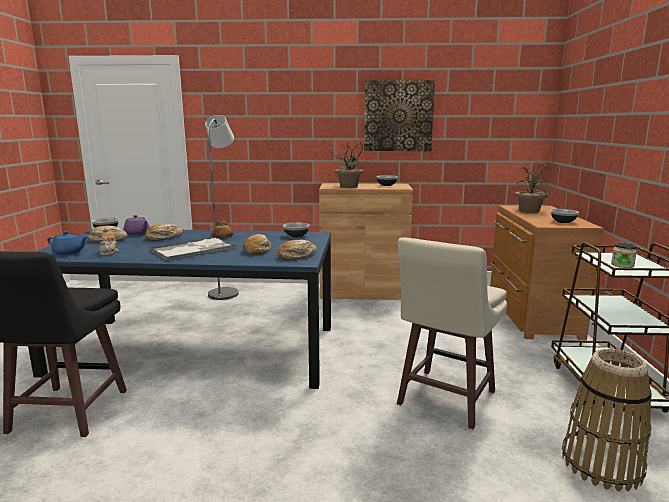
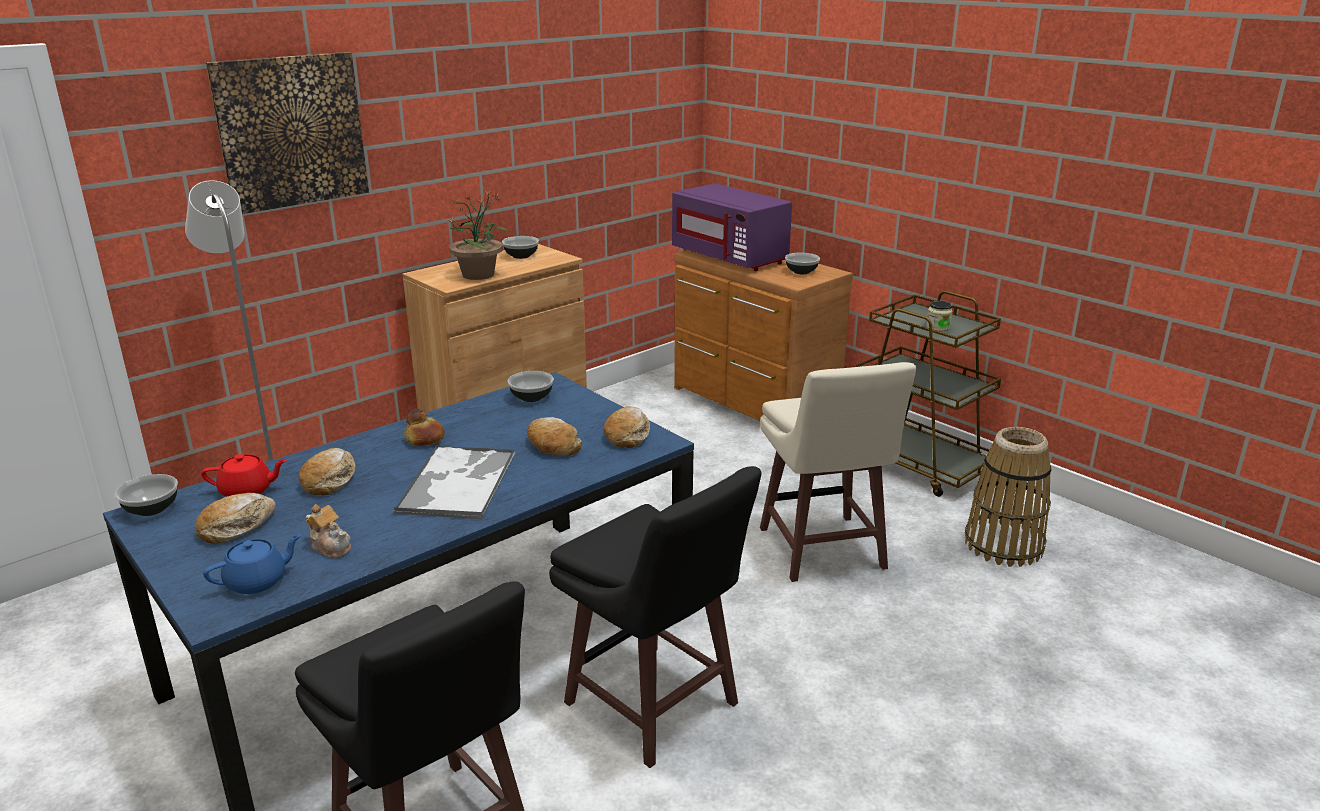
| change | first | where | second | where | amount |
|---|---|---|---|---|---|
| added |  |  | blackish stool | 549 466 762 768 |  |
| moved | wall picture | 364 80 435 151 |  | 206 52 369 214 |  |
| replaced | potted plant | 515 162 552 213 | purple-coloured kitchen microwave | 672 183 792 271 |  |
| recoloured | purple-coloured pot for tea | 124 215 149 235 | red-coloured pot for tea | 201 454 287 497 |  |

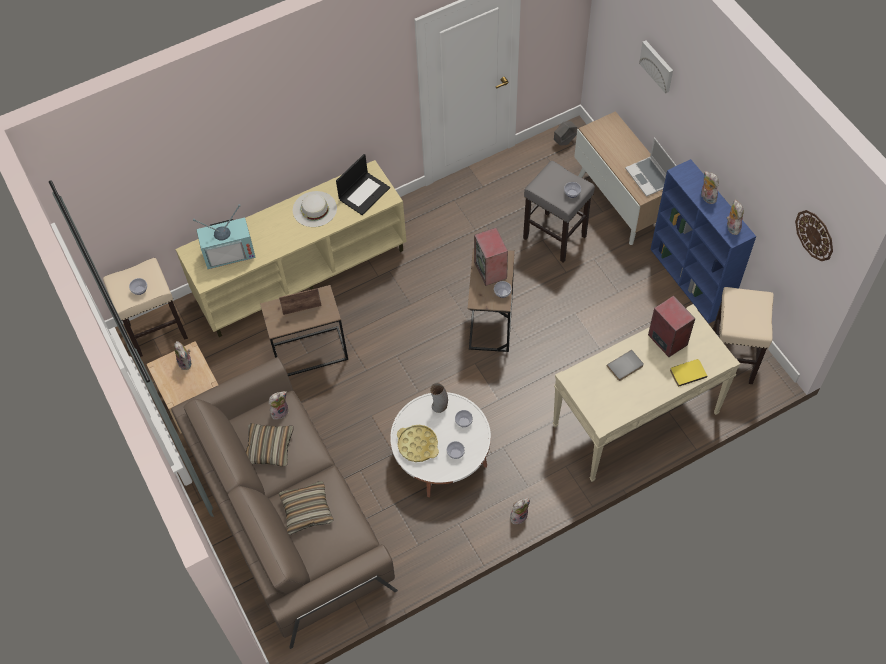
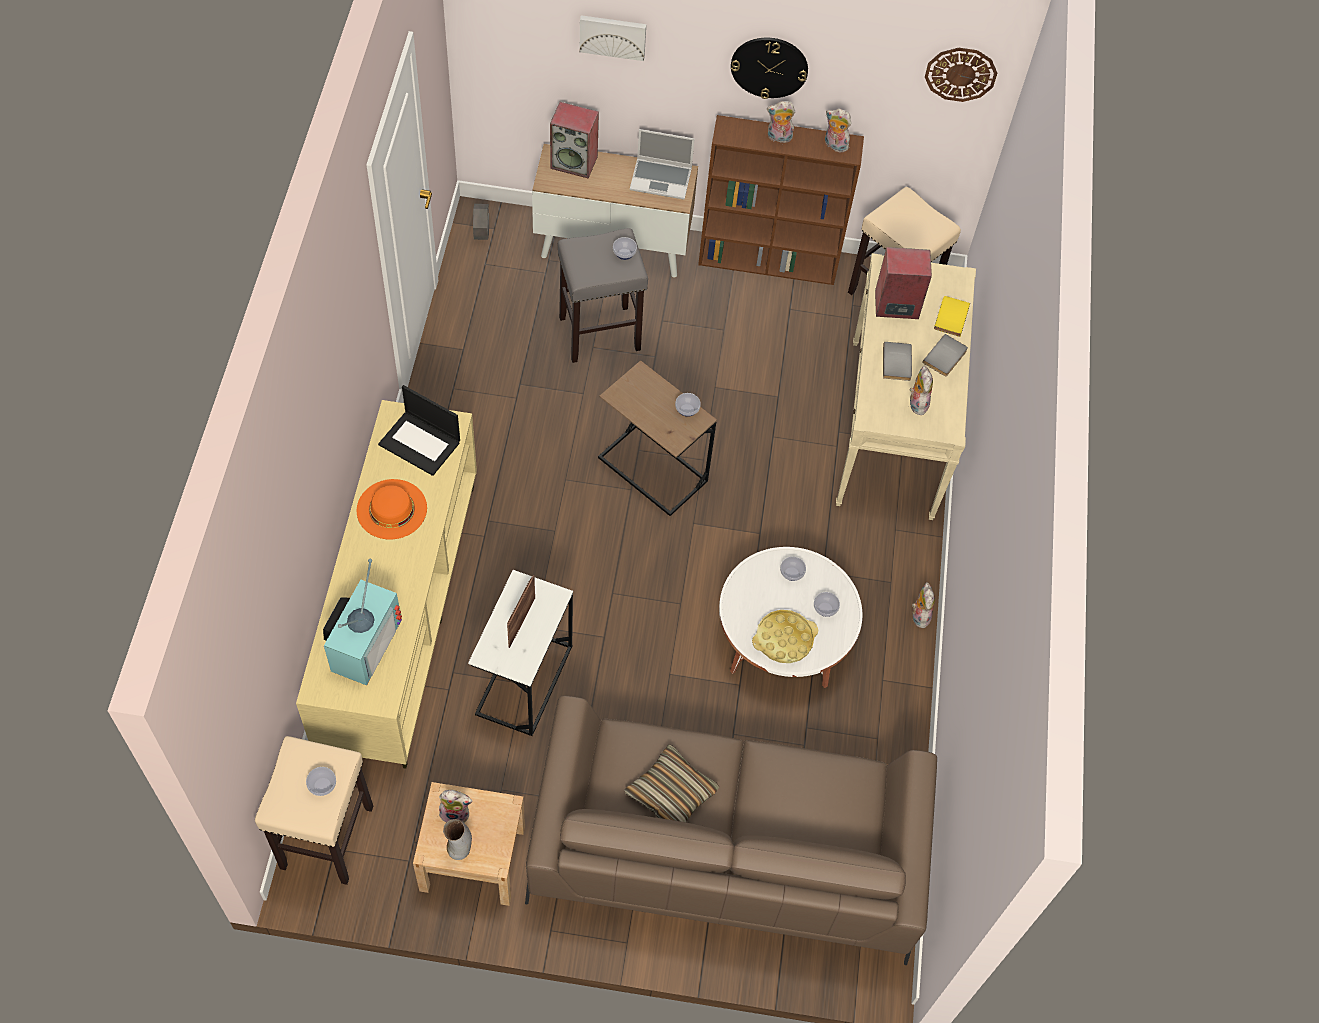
| change | first | where | second | where | amount |
|---|---|---|---|---|---|
| removed | cushion | 279 481 334 535 |  |  |  |
| added |  |  | clock on the wall | 731 38 808 99 |  |
| added |  |  | greyish bound book | 923 334 968 376 |  |
| moved | soft toy | 269 391 289 420 |  | 910 365 933 415 |  |
| moved | decorative vase | 430 383 448 413 |  | 443 819 472 860 |  |
| moved | audio speaker | 474 228 508 286 |  | 550 102 599 179 |  |
| recoloured | brownish end table | 260 285 348 376 | whitish end table | 468 570 573 736 |  |
| recoloured | whitish hat | 293 191 337 227 | orange-coloured hat | 356 479 427 539 |  |
| recoloured | blue shelving unit | 650 159 756 323 | brownish shelving unit | 698 115 864 285 |  |
| turned | notebook computer | 336 154 390 215 |  | 378 385 460 476 | 135 degrees clockwise |

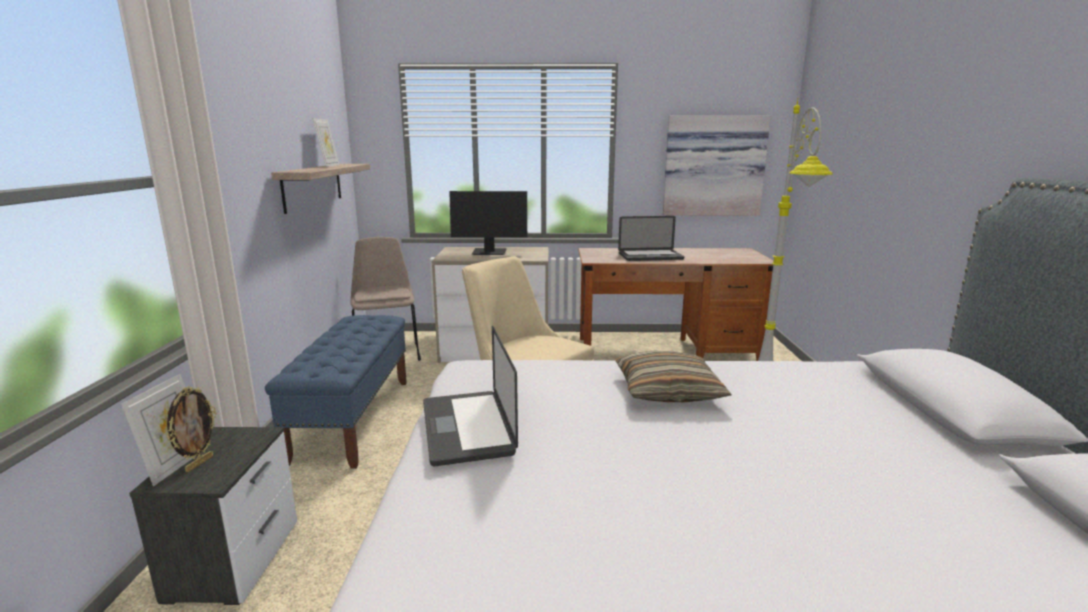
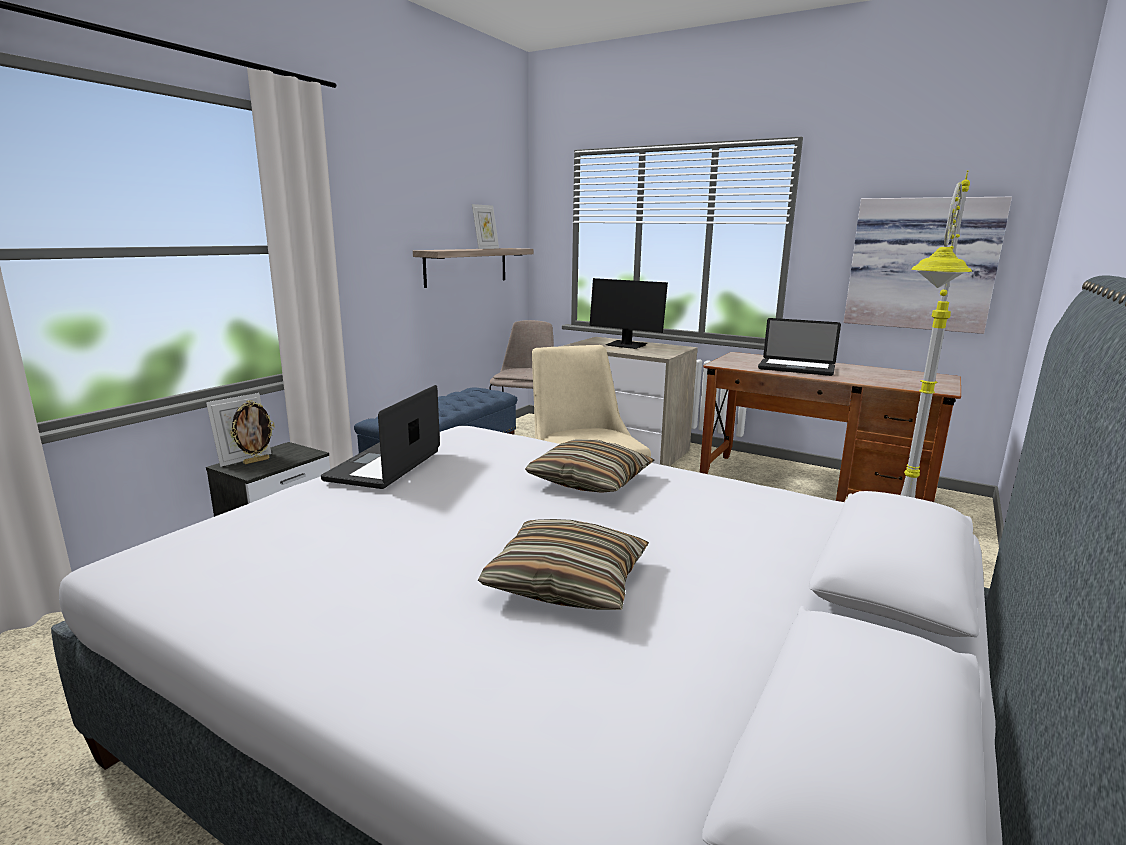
| change | first | where | second | where | amount |
|---|---|---|---|---|---|
| added |  |  | cushion | 478 519 649 610 |  |

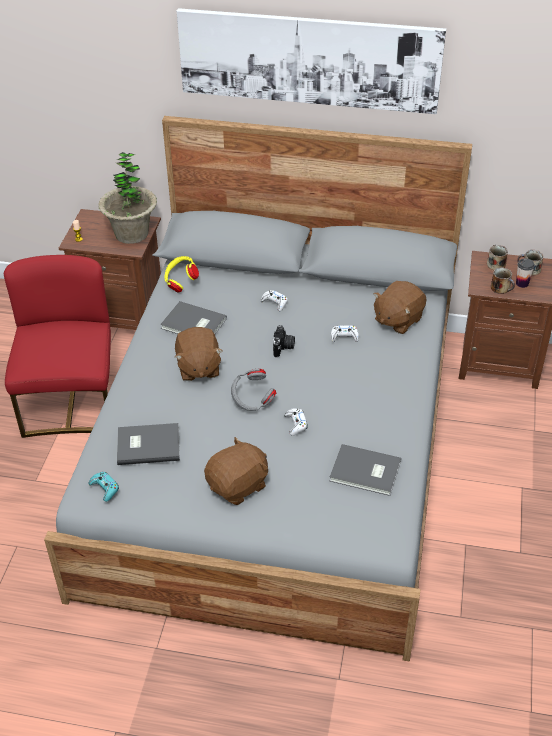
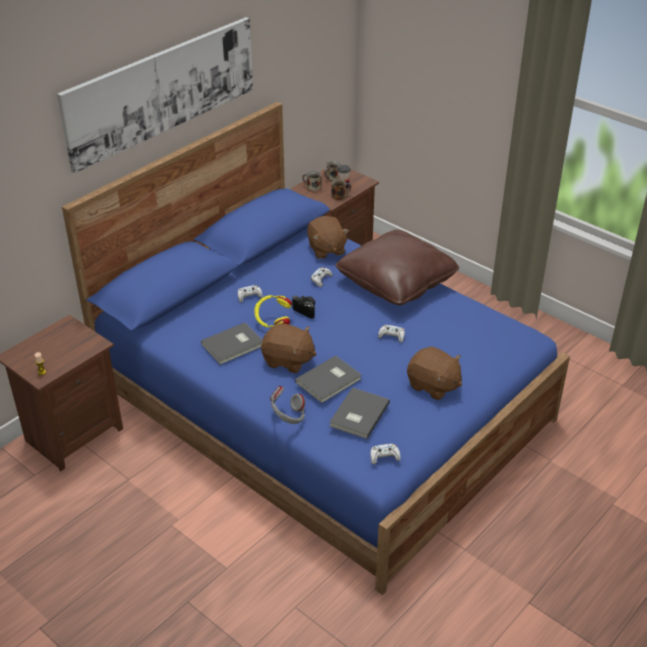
| change | first | where | second | where | amount |
|---|---|---|---|---|---|
| removed | red-coloured plain chair | 4 255 111 438 |  |  |  |
| removed | potted plant | 98 152 157 244 |  |  |  |
| added |  |  | brownish cushion | 335 230 459 305 |  |
| moved | yellow headset | 164 256 199 293 |  | 254 295 292 327 |  |
| moved | greyish headset | 231 369 276 411 |  | 270 386 305 424 |  |
| moved | greyish bound book | 329 444 401 496 |  | 295 355 362 403 |  |
| recoloured | greyish bedroom bed | 44 116 472 661 | blue bedroom bed | 62 102 570 595 |  |
| recoloured | blue-green joypad | 89 472 119 502 | whitish joypad | 370 444 401 465 |  |
| turned | brownish soft toy | 204 437 268 505 |  | 407 346 462 400 | 135 degrees clockwise |

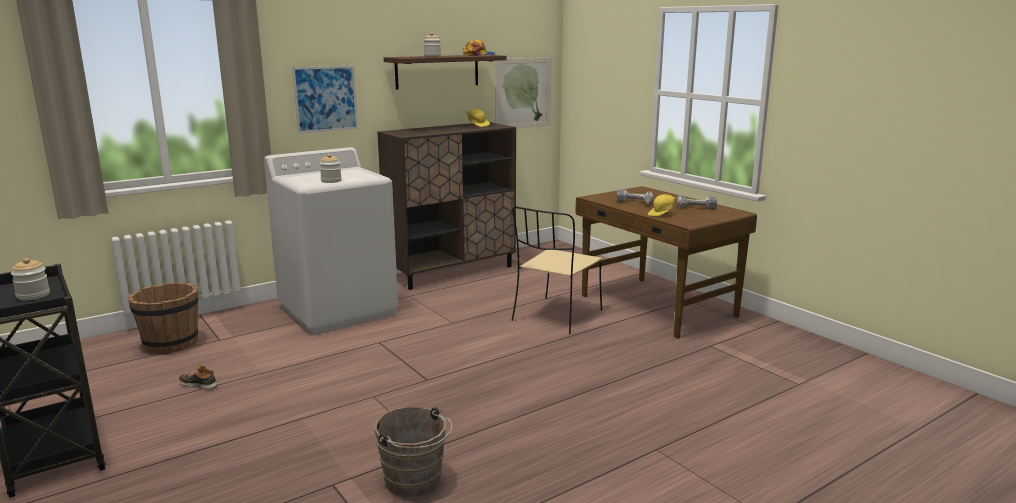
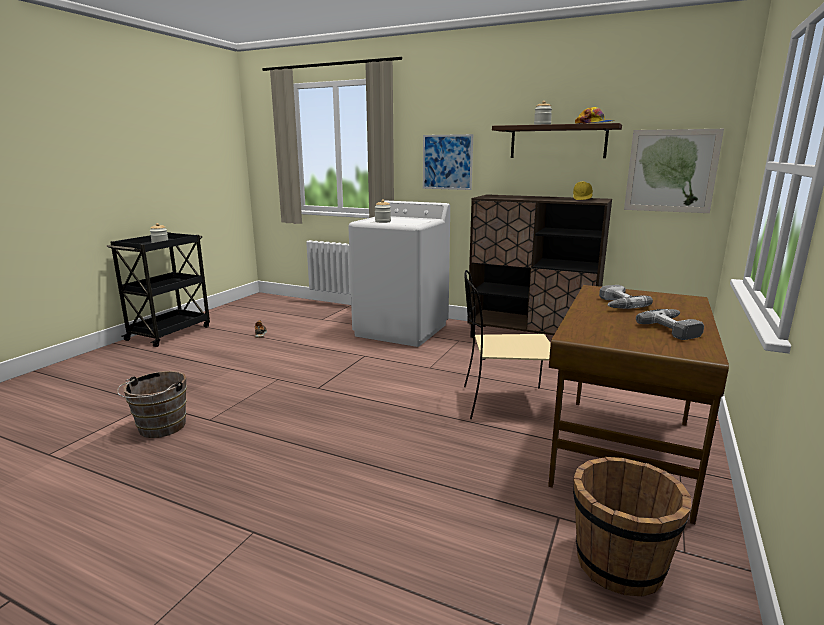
| change | first | where | second | where | amount |
|---|---|---|---|---|---|
| removed | yellow cap | 648 194 675 216 |  |  |  |
| moved | brownish pail | 128 282 198 354 |  | 573 457 691 597 |  |

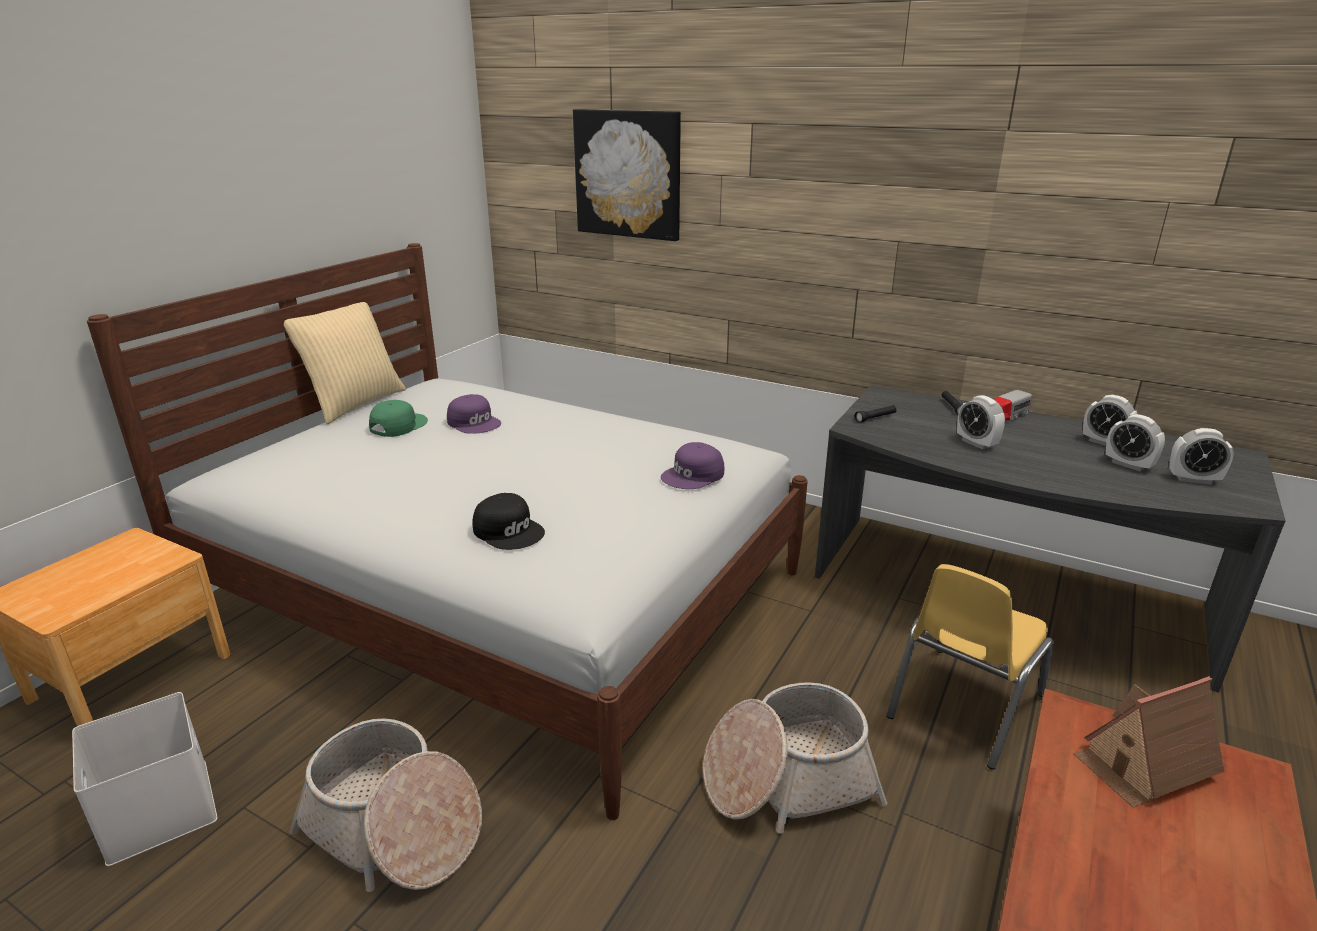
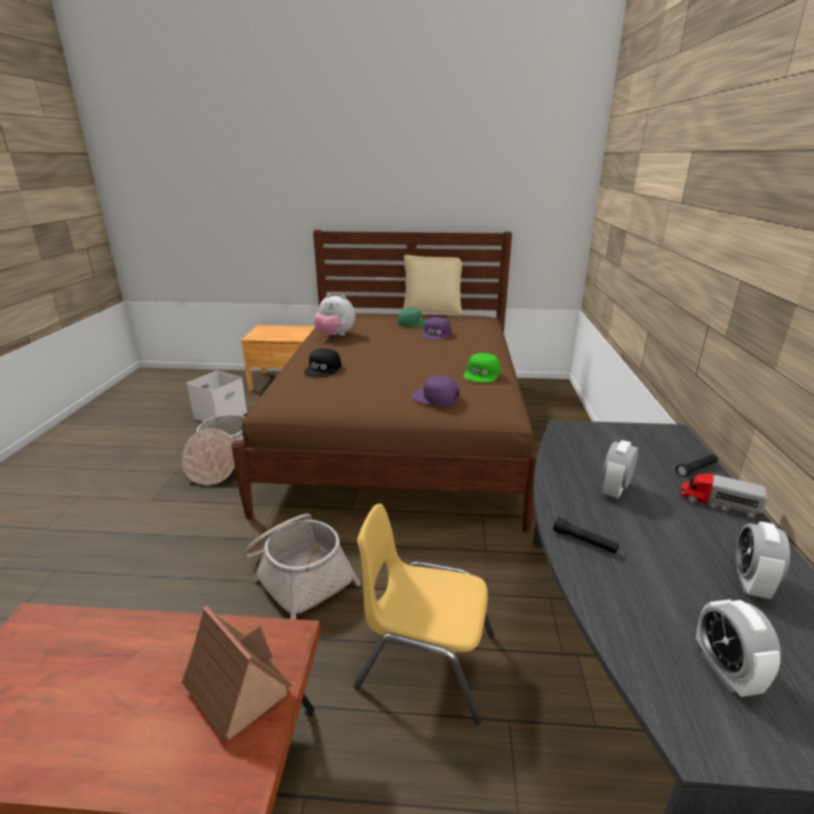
| change | first | where | second | where | amount |
|---|---|---|---|---|---|
| removed | wall picture | 573 109 681 241 |  |  |  |
| removed | alarm clock | 1106 414 1165 471 |  |  |  |
| added |  |  | soft toy | 314 294 355 336 |  |
| added |  |  | green-coloured cap | 463 353 500 382 |  |
| moved | blackish flashlight | 855 405 896 423 |  | 553 517 619 554 |  |
| recoloured | whitish bedroom bed | 87 243 808 820 | brownish bedroom bed | 231 229 538 533 |  |

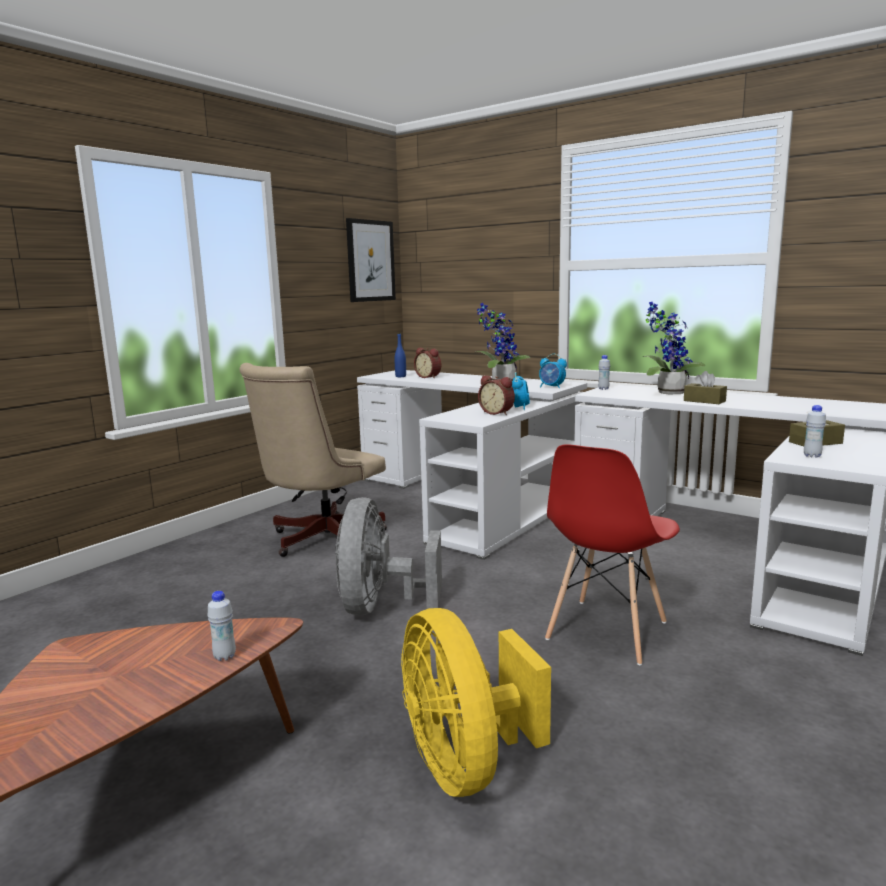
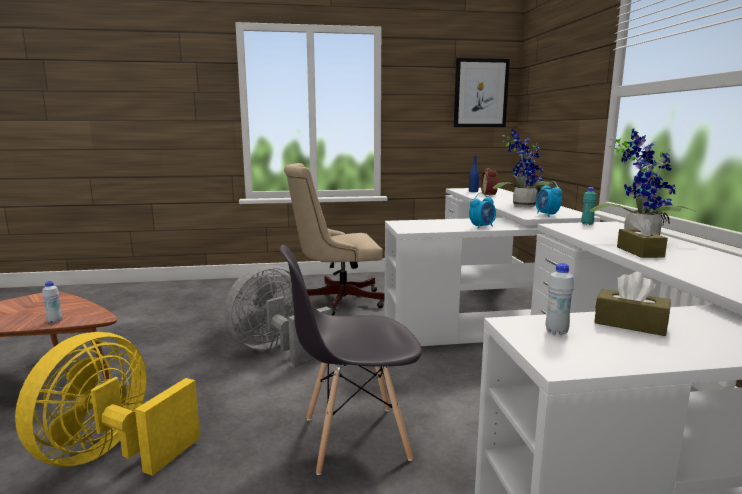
| change | first | where | second | where | amount |
|---|---|---|---|---|---|
| removed | alarm clock | 478 375 515 415 |  |  |  |
| recoloured | red-coloured plain chair | 545 444 680 665 | greyish plain chair | 279 245 422 475 |  |
| recoloured | whitish beverage bottle | 598 355 610 390 | blue-green beverage bottle | 581 187 597 225 |  |

